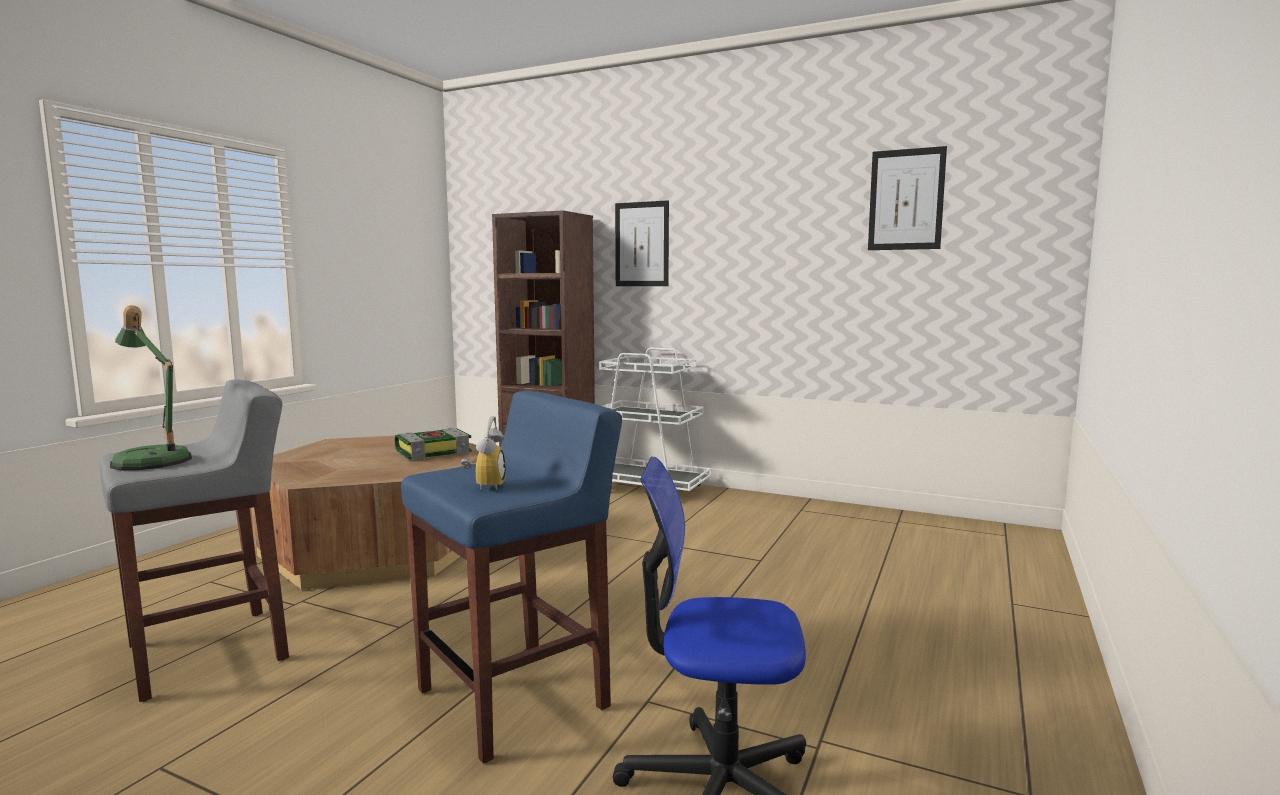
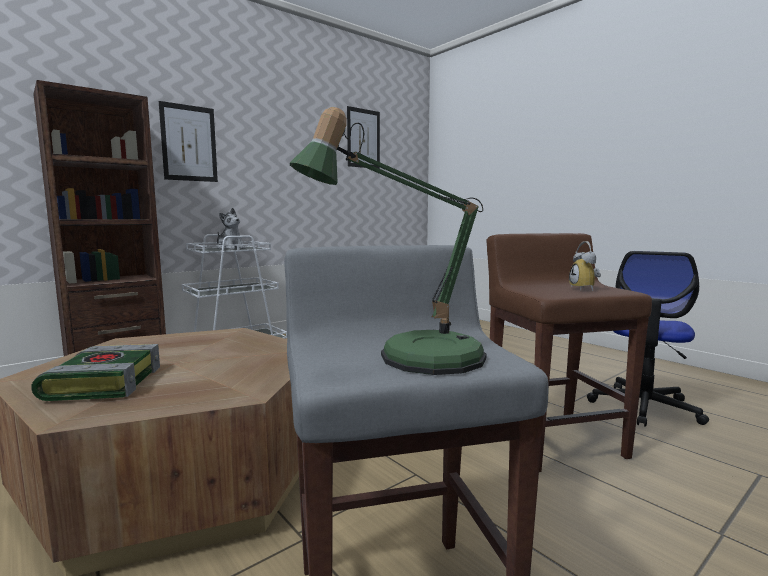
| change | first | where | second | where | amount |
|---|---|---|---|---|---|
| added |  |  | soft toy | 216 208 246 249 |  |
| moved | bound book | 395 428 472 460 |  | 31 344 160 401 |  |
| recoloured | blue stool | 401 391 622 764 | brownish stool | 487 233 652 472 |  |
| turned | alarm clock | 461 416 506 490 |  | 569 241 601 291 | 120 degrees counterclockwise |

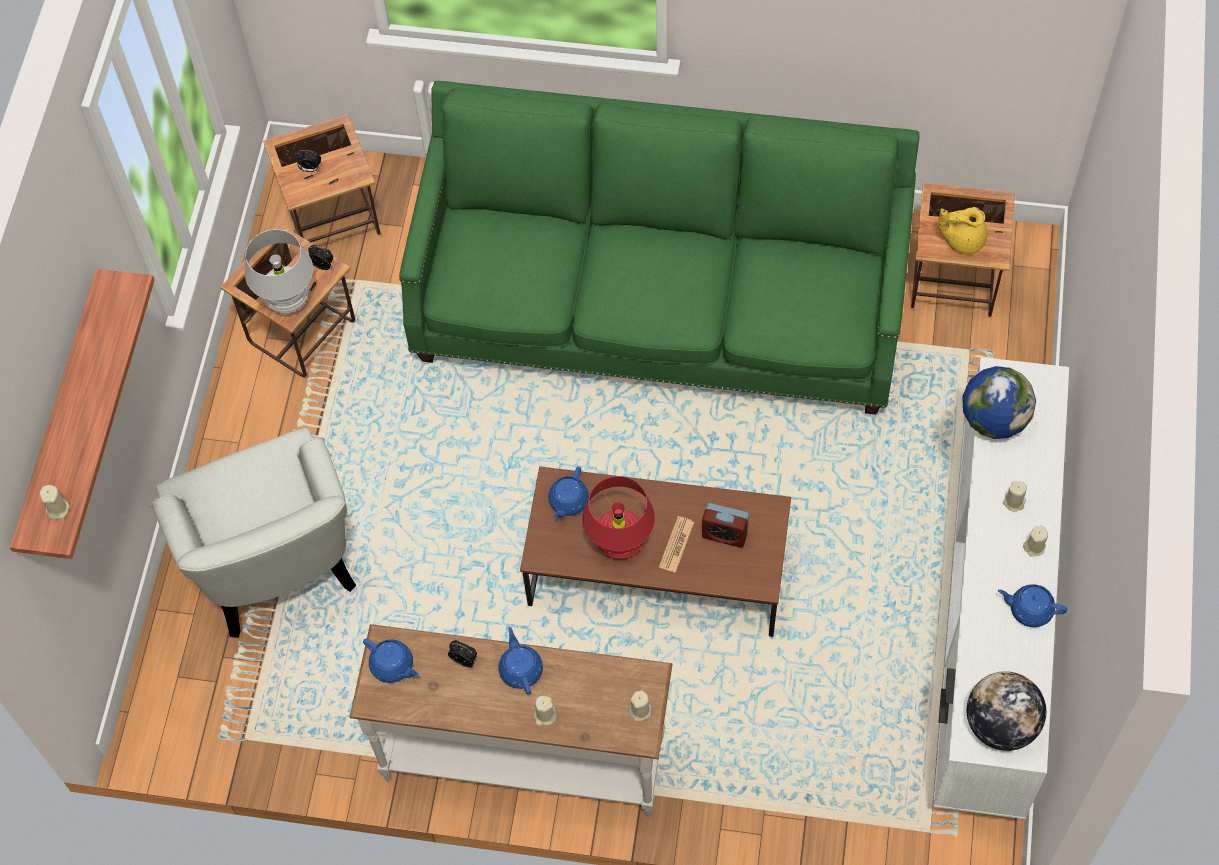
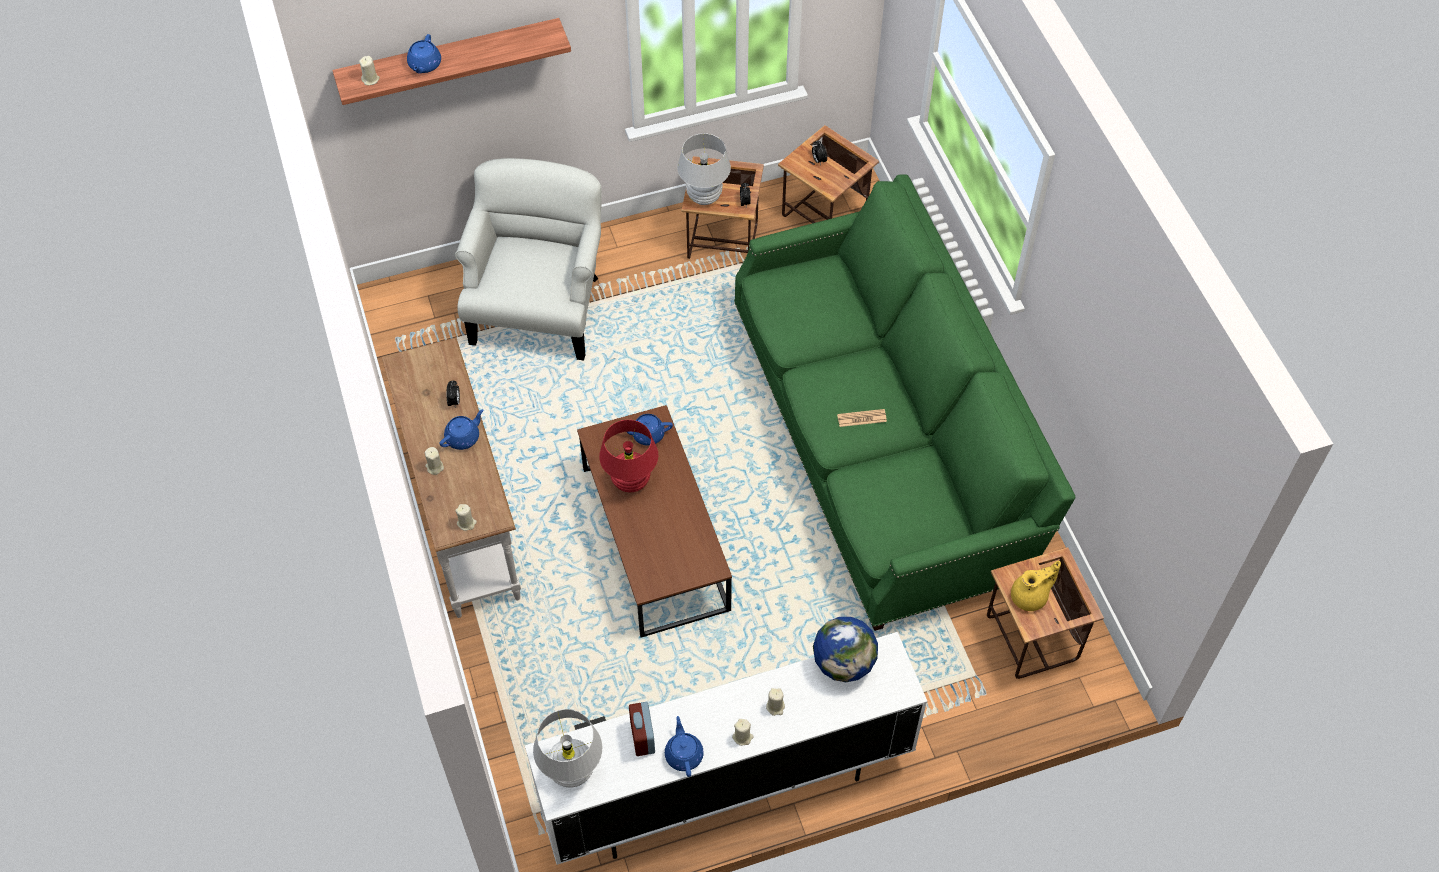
| change | first | where | second | where | amount |
|---|---|---|---|---|---|
| moved | blue pot for tea | 363 639 419 683 |  | 407 34 441 73 |  |
| moved | newspaper | 659 516 694 573 |  | 837 409 887 427 |  |
| moved | alarm clock | 702 503 749 548 |  | 629 702 655 756 |  |
| replaced | world globe | 967 671 1046 751 | whitish lamp for a table | 533 709 602 788 |  |
| turned | whitish easy chair | 151 427 356 638 |  | 455 158 602 361 | 150 degrees clockwise |
| turned | yellow pot for tea | 938 207 988 254 |  | 1011 561 1061 611 | 90 degrees clockwise |

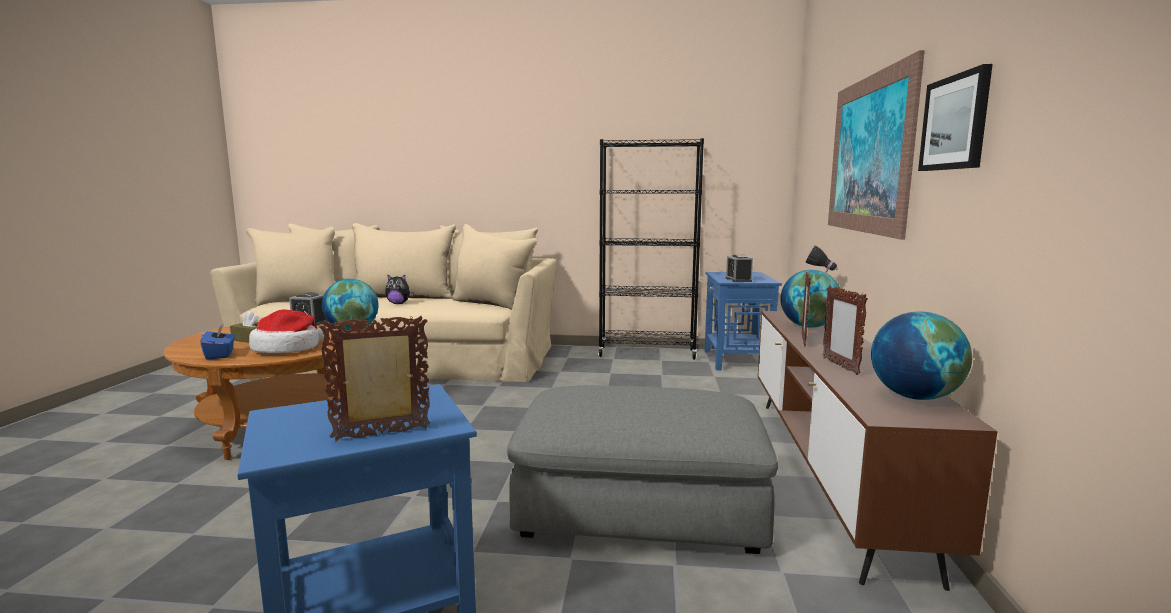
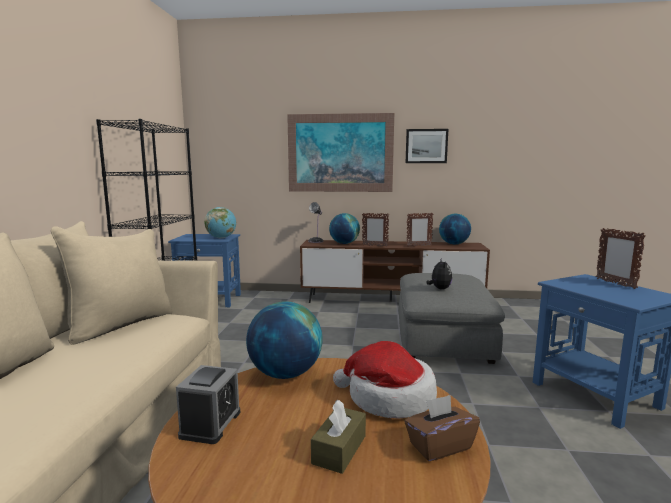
| change | first | where | second | where | amount |
|---|---|---|---|---|---|
| moved | soft toy | 385 274 414 304 |  | 427 258 452 290 |  |
| replaced | alarm clock | 726 255 753 282 | world globe | 204 207 236 238 |  |
| recoloured | blue tissue holder | 200 325 235 360 | brownish tissue holder | 404 395 480 461 |  |

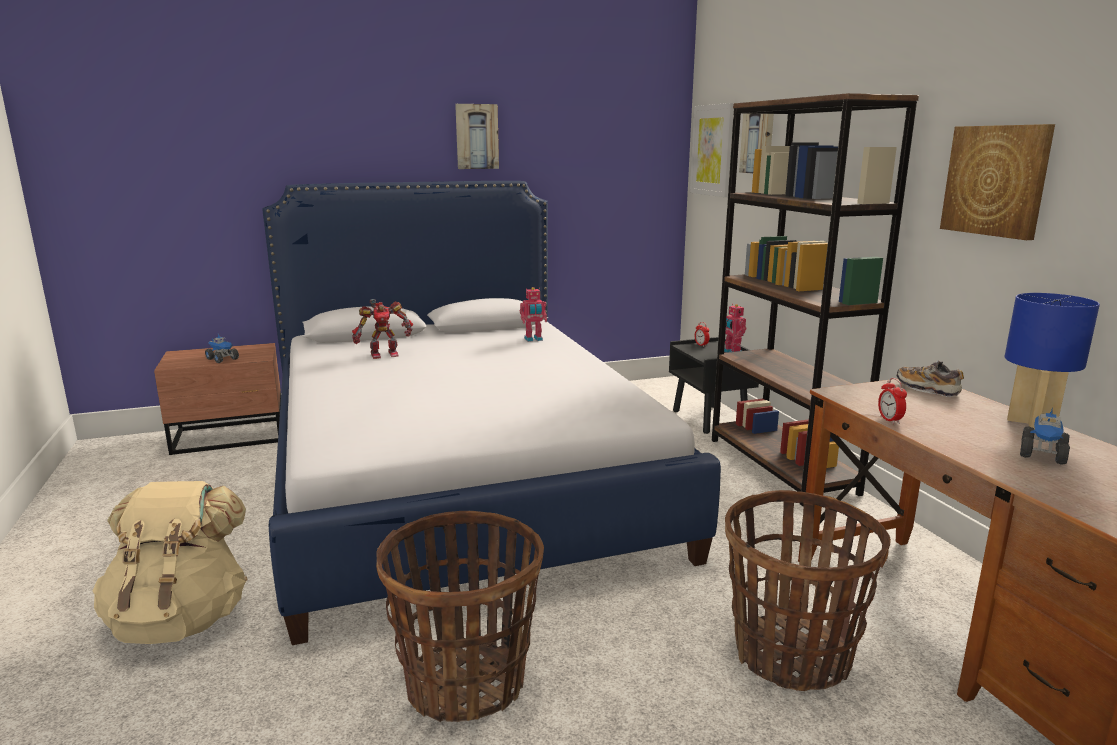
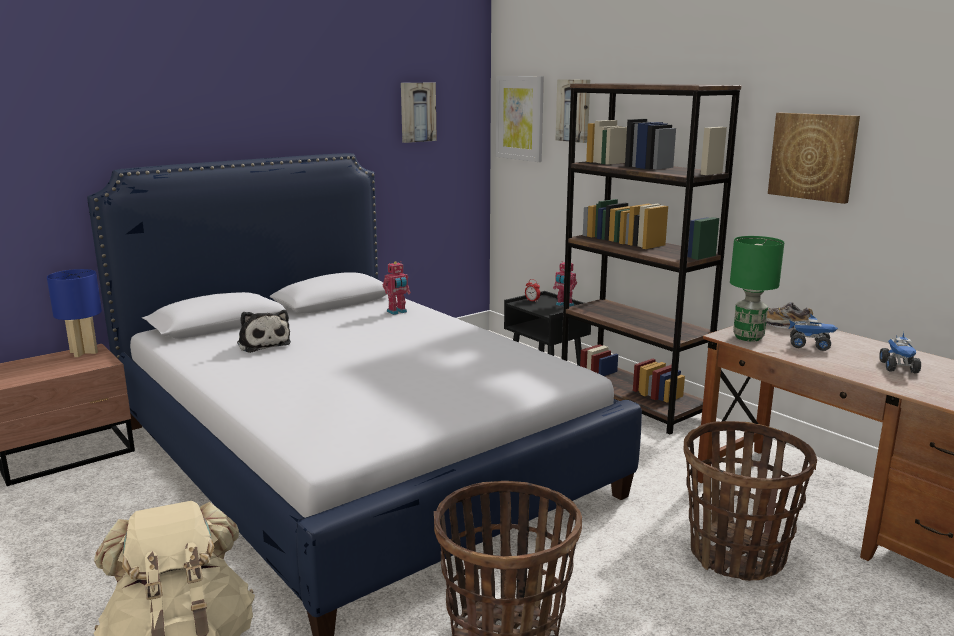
| change | first | where | second | where | amount |
|---|---|---|---|---|---|
| removed | alarm clock | 878 378 907 424 |  |  |  |
| added |  |  | green-coloured lamp for a table | 730 236 785 341 |  |
| moved | model truck | 205 334 239 363 |  | 788 313 838 351 |  |
| moved | wall picture | 455 104 499 169 |  | 401 83 437 143 |  |
| moved | blue lamp for a table | 1005 293 1100 430 |  | 47 269 102 357 |  |
| replaced | model robot | 352 299 413 359 | soft toy | 237 310 291 353 |  |

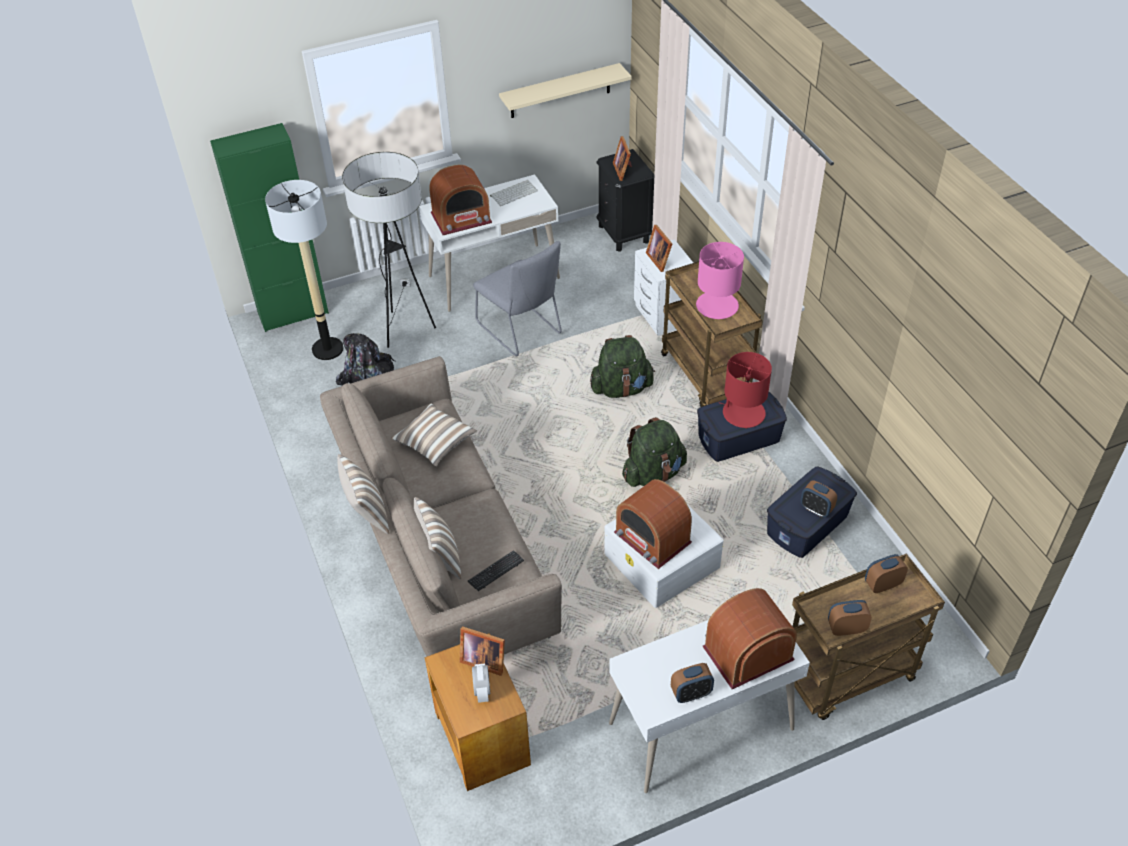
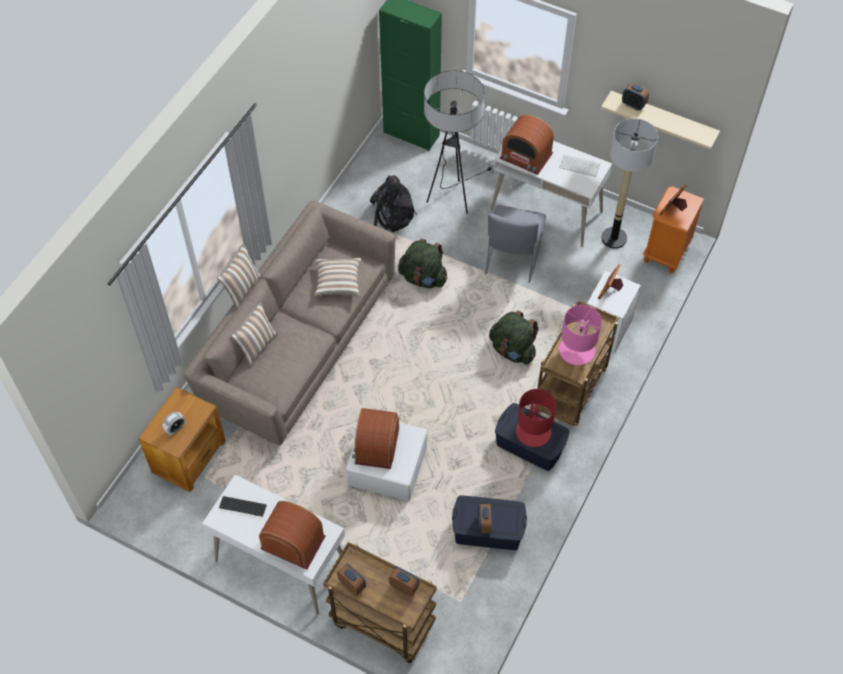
| change | first | where | second | where | amount |
|---|---|---|---|---|---|
| removed | picture frame | 460 626 505 676 |  |  |  |
| moved | standing lamp | 265 180 344 360 |  | 601 118 658 249 |  |
| moved | computer keyboard | 468 550 524 591 |  | 219 496 267 517 |  |
| moved | green-coloured knapsack | 622 417 687 487 |  | 398 239 447 288 |  |
| moved | alarm clock | 671 663 714 703 |  | 622 83 649 111 |  |
| recoloured | blackish bedside table | 596 149 654 252 | orange-coloured bedside table | 643 186 704 273 |  |

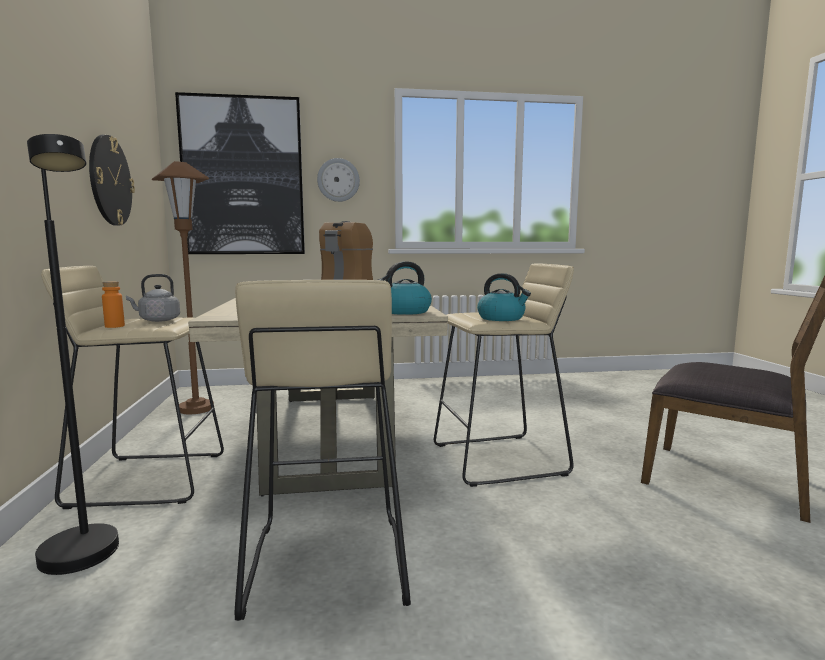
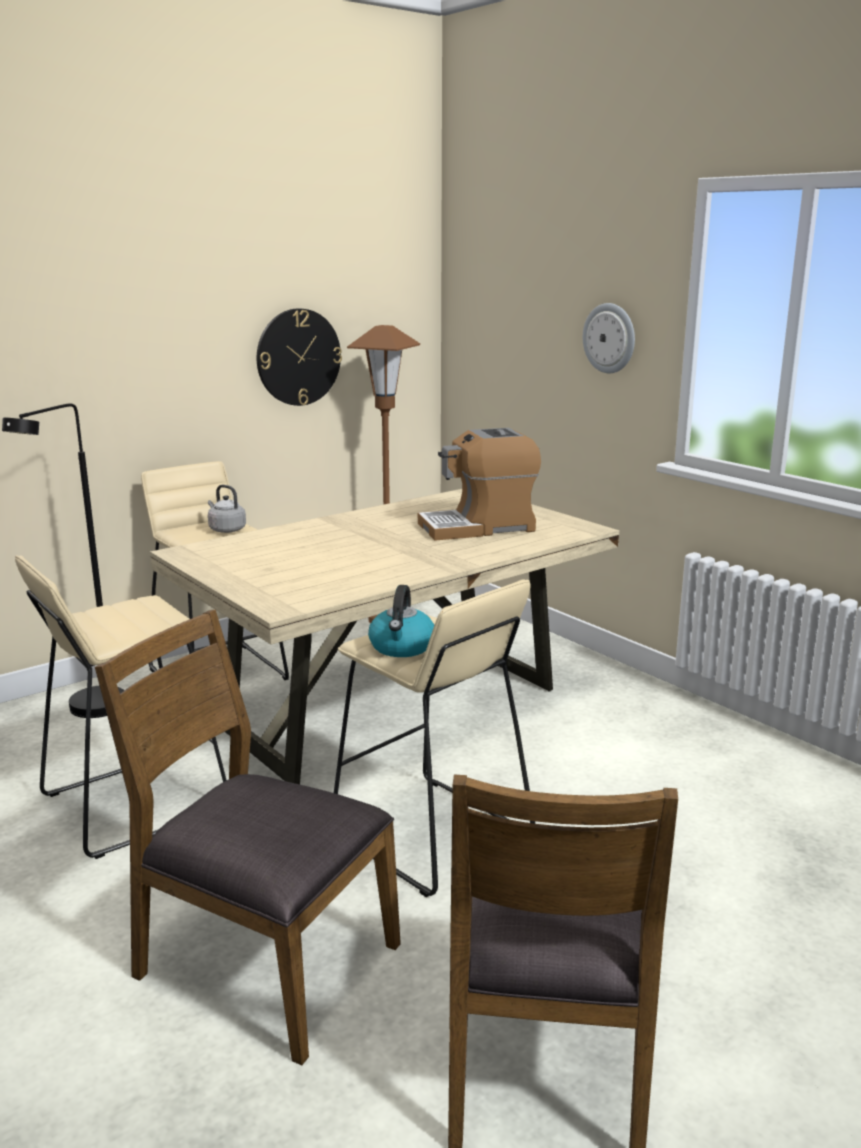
| change | first | where | second | where | amount |
|---|---|---|---|---|---|
| removed | orange-coloured beverage bottle | 102 281 125 328 |  |  |  |
| removed | wall picture | 175 92 305 254 |  |  |  |
| removed | tea kettle | 378 261 432 315 |  |  |  |
| added |  |  | brownish plain chair | 95 609 401 1066 |  |

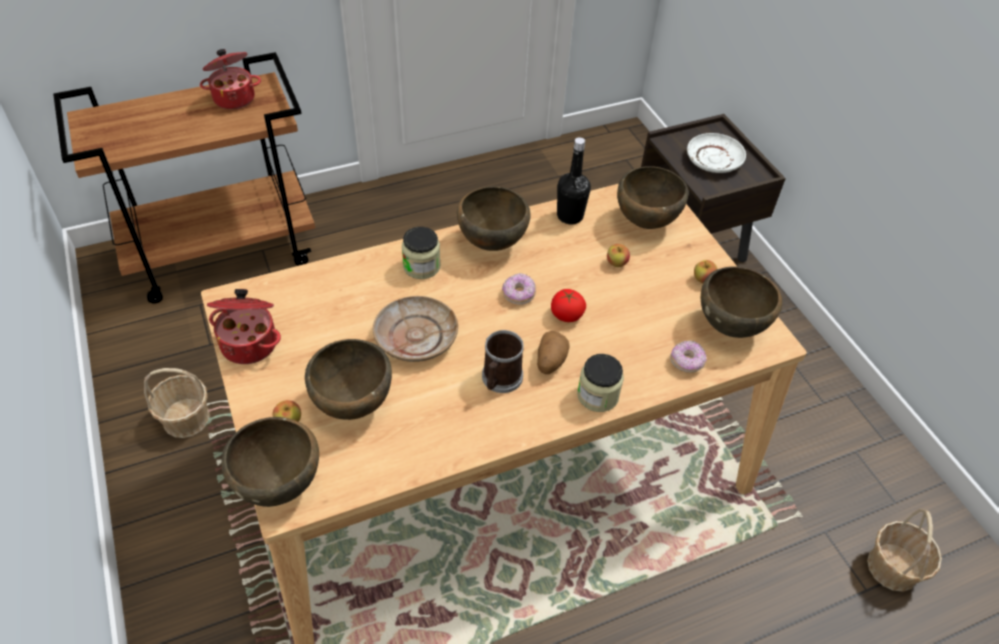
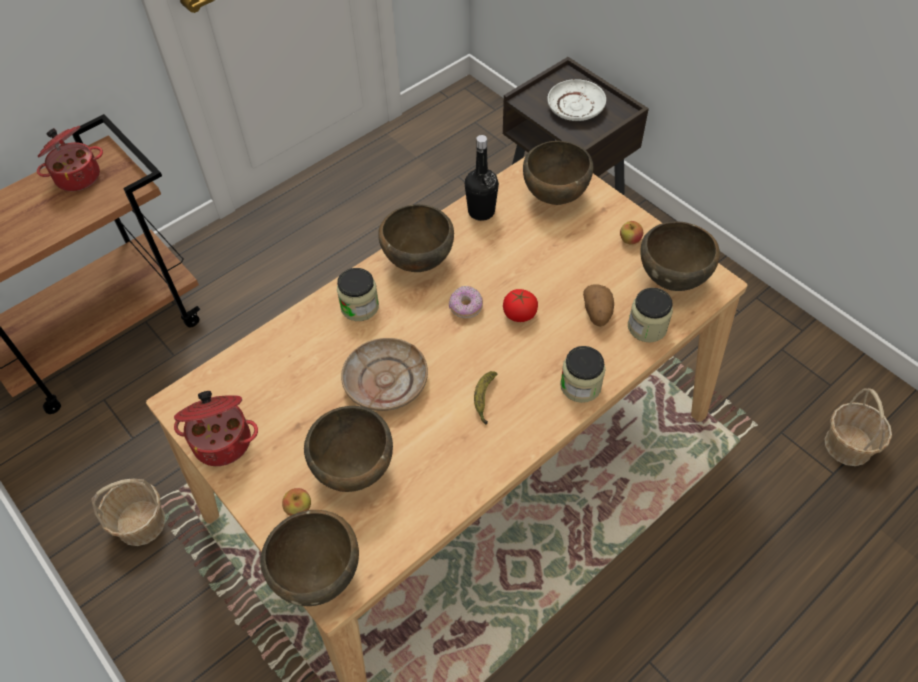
| change | first | where | second | where | amount |
|---|---|---|---|---|---|
| removed | apple | 607 244 630 267 |  |  |  |
| moved | whole potato | 537 331 570 374 |  | 583 284 614 327 |  |
| replaced | coffee mug | 482 330 524 393 | whole banana | 474 371 497 425 |  |
| replaced | donut | 670 340 706 373 | jar | 628 288 673 343 |  |

